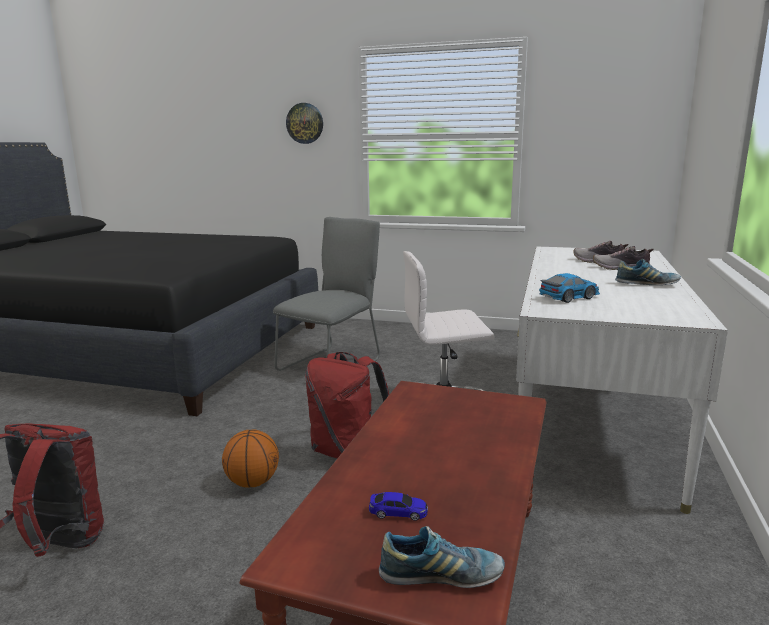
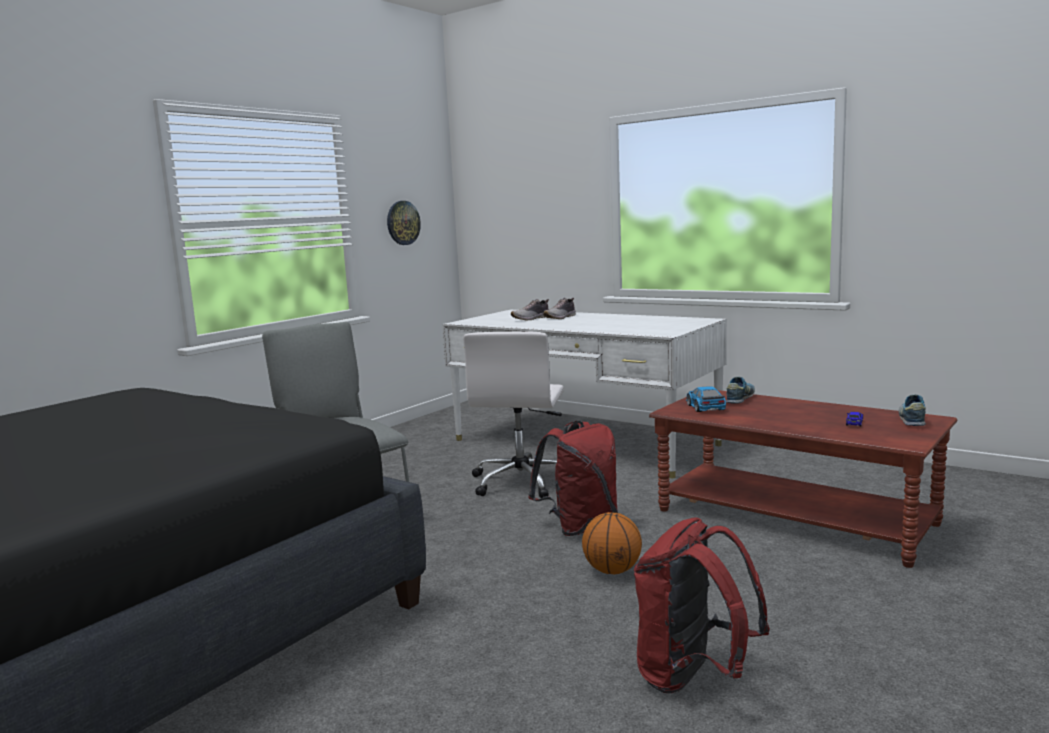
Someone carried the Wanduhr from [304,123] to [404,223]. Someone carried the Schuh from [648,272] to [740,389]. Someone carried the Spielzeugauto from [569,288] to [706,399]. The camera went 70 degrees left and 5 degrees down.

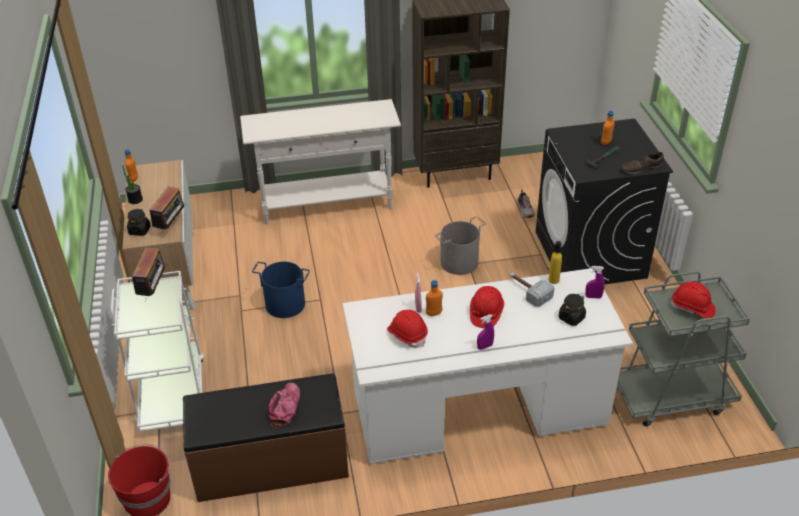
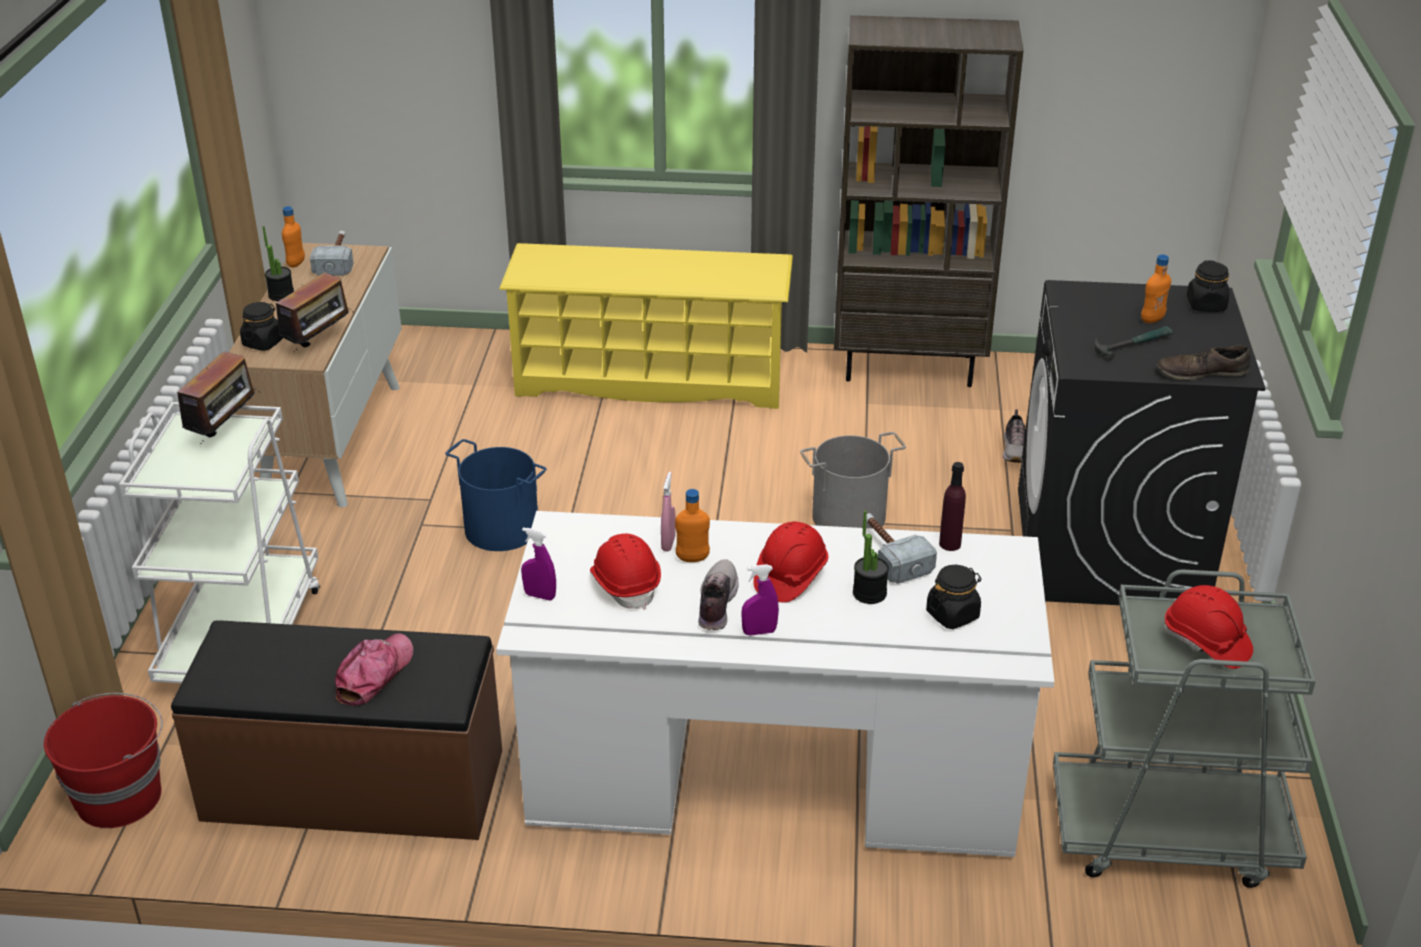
Someone swapped the Konsolentisch [weiß] at [320,161] for the Schuhregal [gelb] at [646,326]. Someone repainted the Flasche [gelb] at [555,262], which became the Flasche [lila] at [952,506]. Someone carried the Sprühflasche [lila] from [595,282] to [538,563]. Someone put down the Hammer at [331,253]. Someone put down the Vorratsglas [schwarz] at [1208,286]. Someone put down the Topfpflanze at [871,557]. Someone put down the Schuh at [718,594]. The camera went 15 degrees right and 5 degrees down.

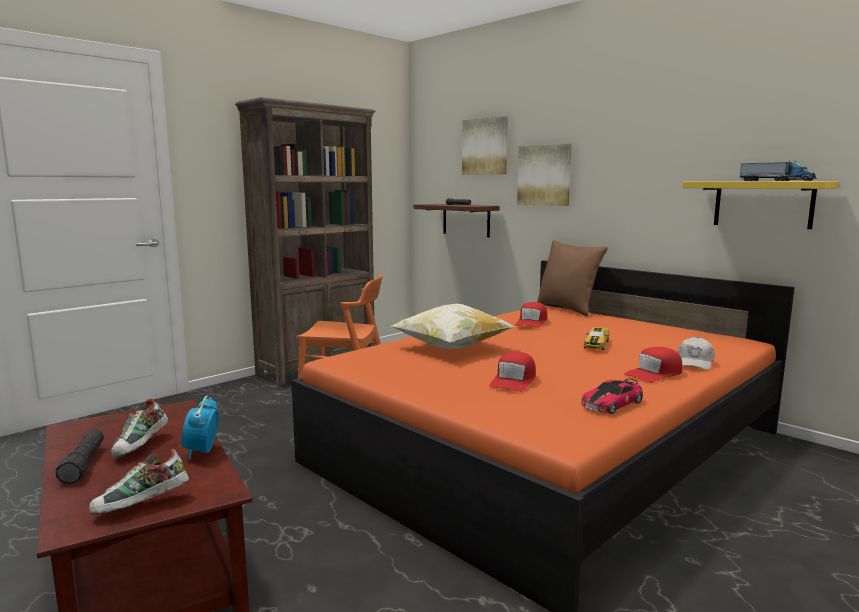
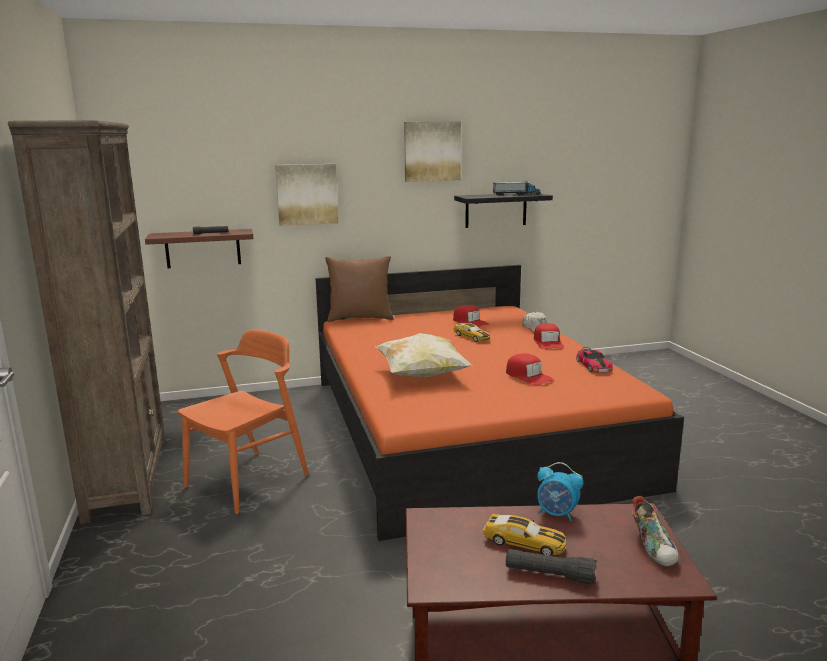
Someone carried the Bild from [485,145] to [432,151]. Someone repainted the Wandregal [gelb] at [761,205], which became the Wandregal [schwarz] at [503,210]. Someone carried the Kappe [rot] from [531,315] to [471,316]. Someone swapped the Schuh at [140,428] for the Spielzeugauto at [524,535]. The camera went 60 degrees left and 5 degrees up.

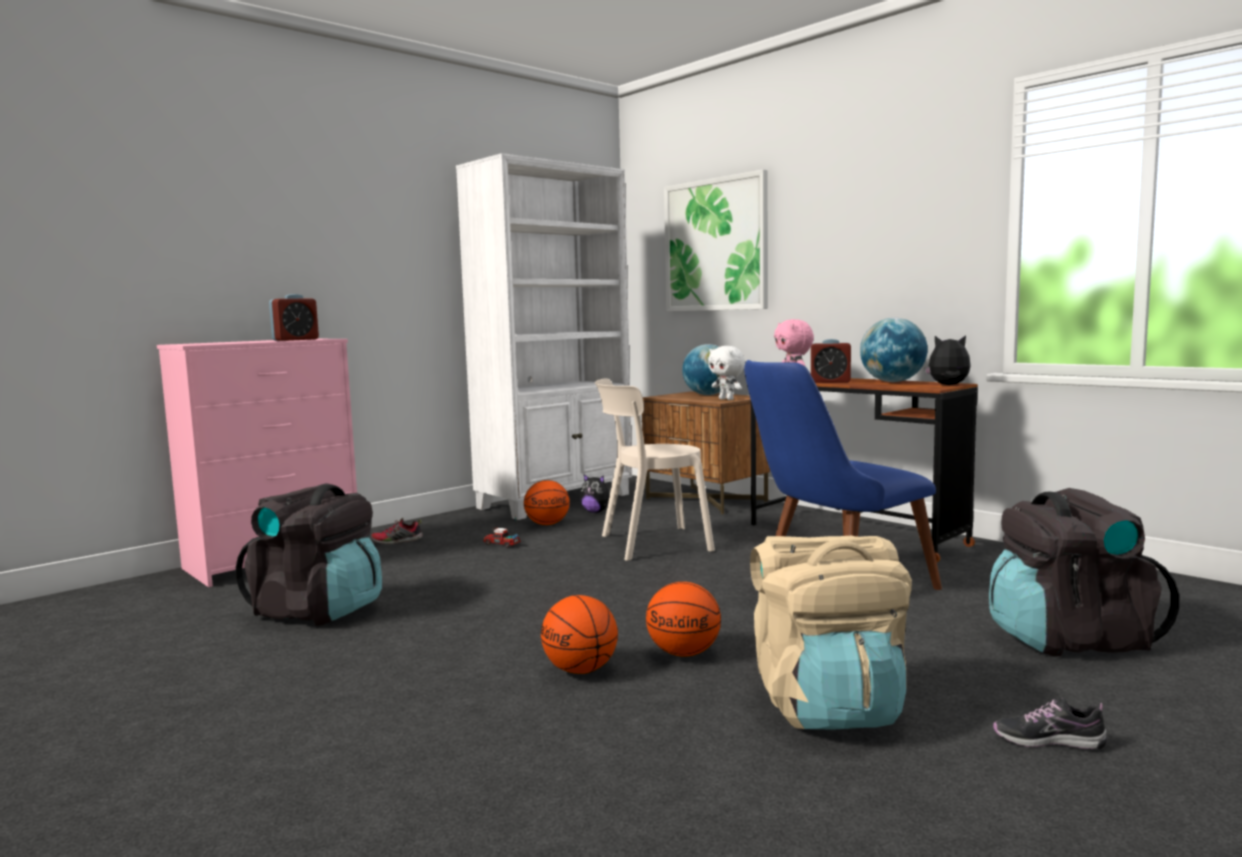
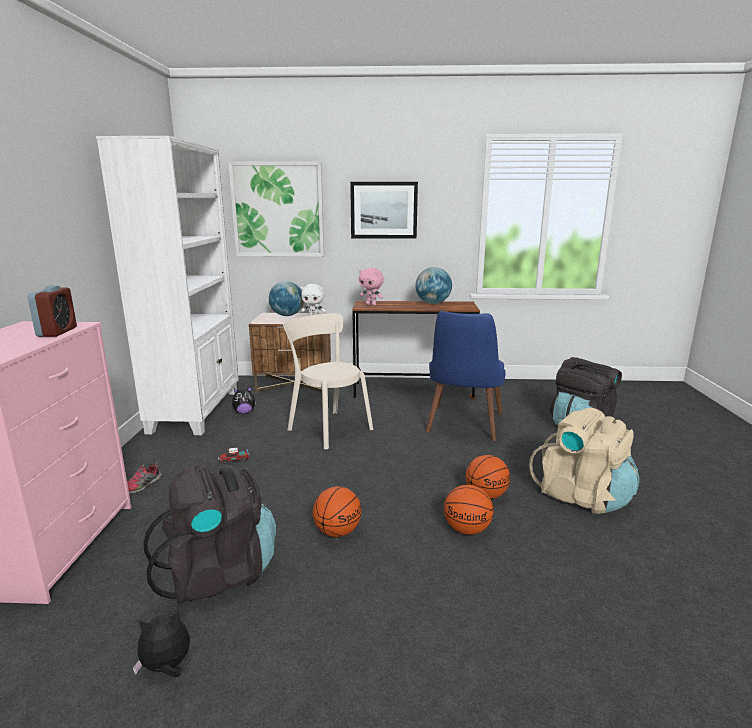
Someone carried the Plüschtier from [948,360] to [161,643]. Someone took away the Wecker at [831,361]. Someone rotated the Stuhl [beige] at [655,469] by 105 degrees clockwise. Someone carried the Basketball from [547,502] to [337,512]. Someone took away the Schuh at [1050,723]. Someone put up the Bild at [384,210]. The camera went 45 degrees left and 10 degrees up.

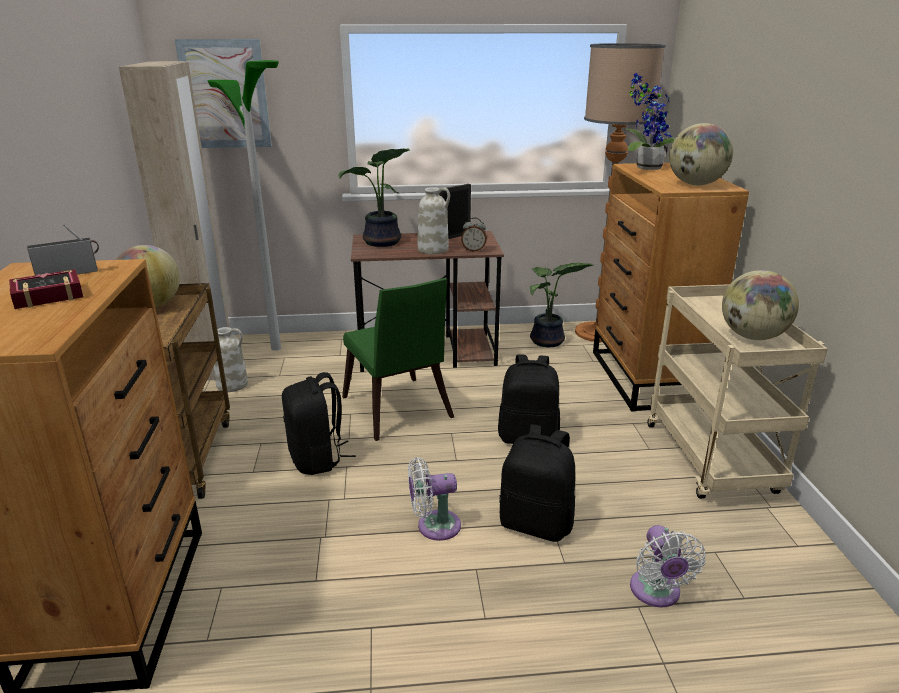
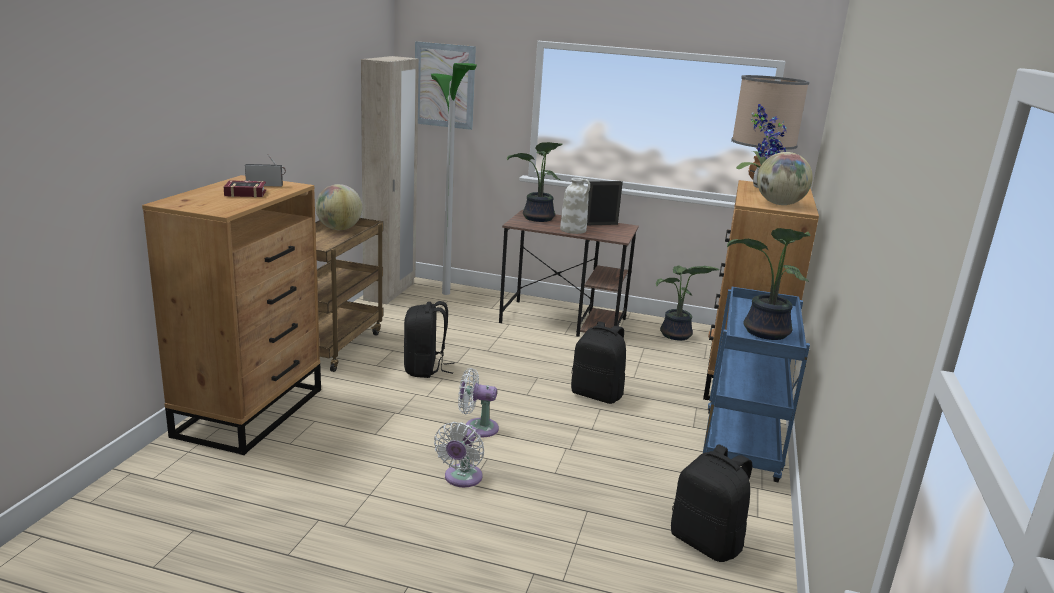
Someone took away the Wecker at [474,234]. Someone swapped the Globus at [760,305] for the Topfpflanze at [769,284]. Someone took away the Stuhl [grün] at [398,359]. Someone repainted the Rollwagen [beige] at [737,391], which became the Rollwagen [blau] at [756,384]. Someone took away the Vase [weiß] at [230,359]. Someone carried the Rucksack [schwarz] from [537,483] to [711,503]. Someone carried the Ventilator [weiß] from [668,566] to [459,454]. The camera went 20 degrees right and 5 degrees down.

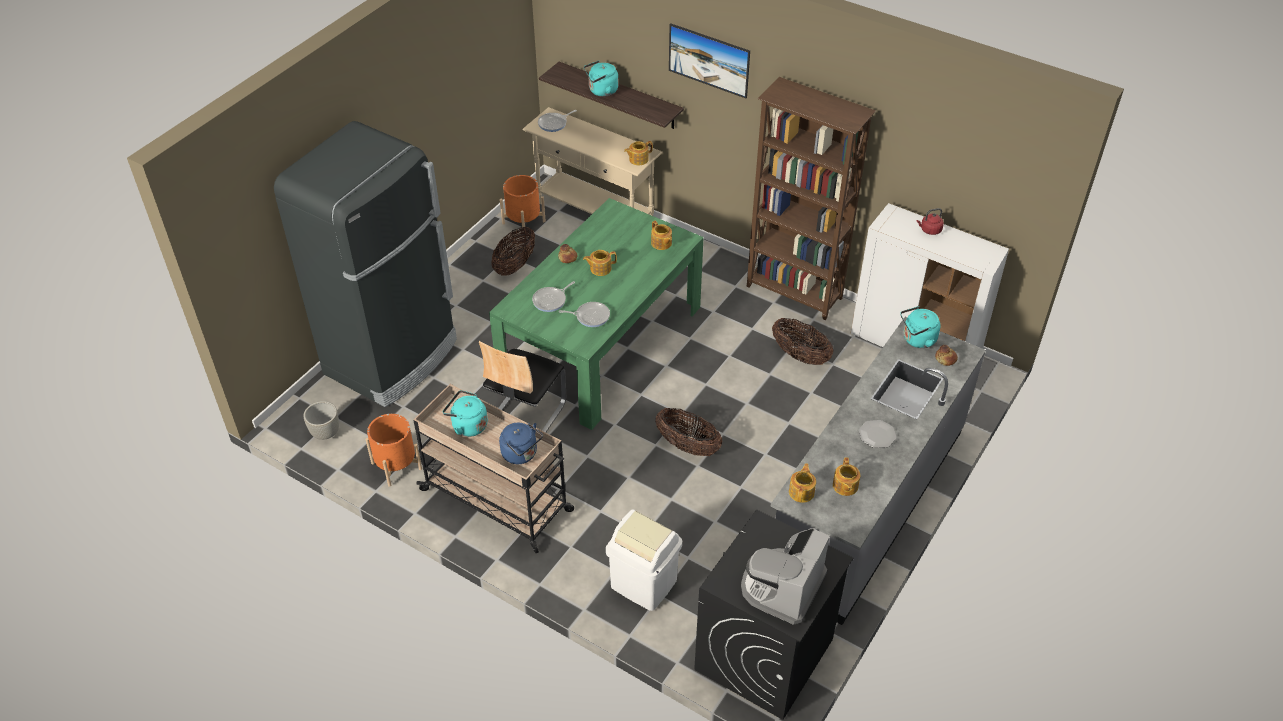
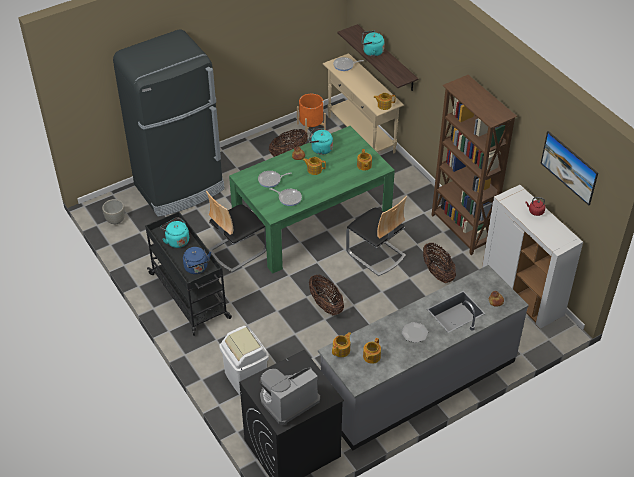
Someone carried the Bild from [709,60] to [569,168]. Someone carried the Wasserkessel [türkis] from [920,327] to [320,141]. Someone repainted the Rollwagen [beige] at [493,468], which became the Rollwagen [schwarz] at [188,274]. Someone took away the Pflanzkübel [orange] at [393,450]. Someone put down the Stuhl at [376,236]. The camera went 25 degrees right and 0 degrees up.

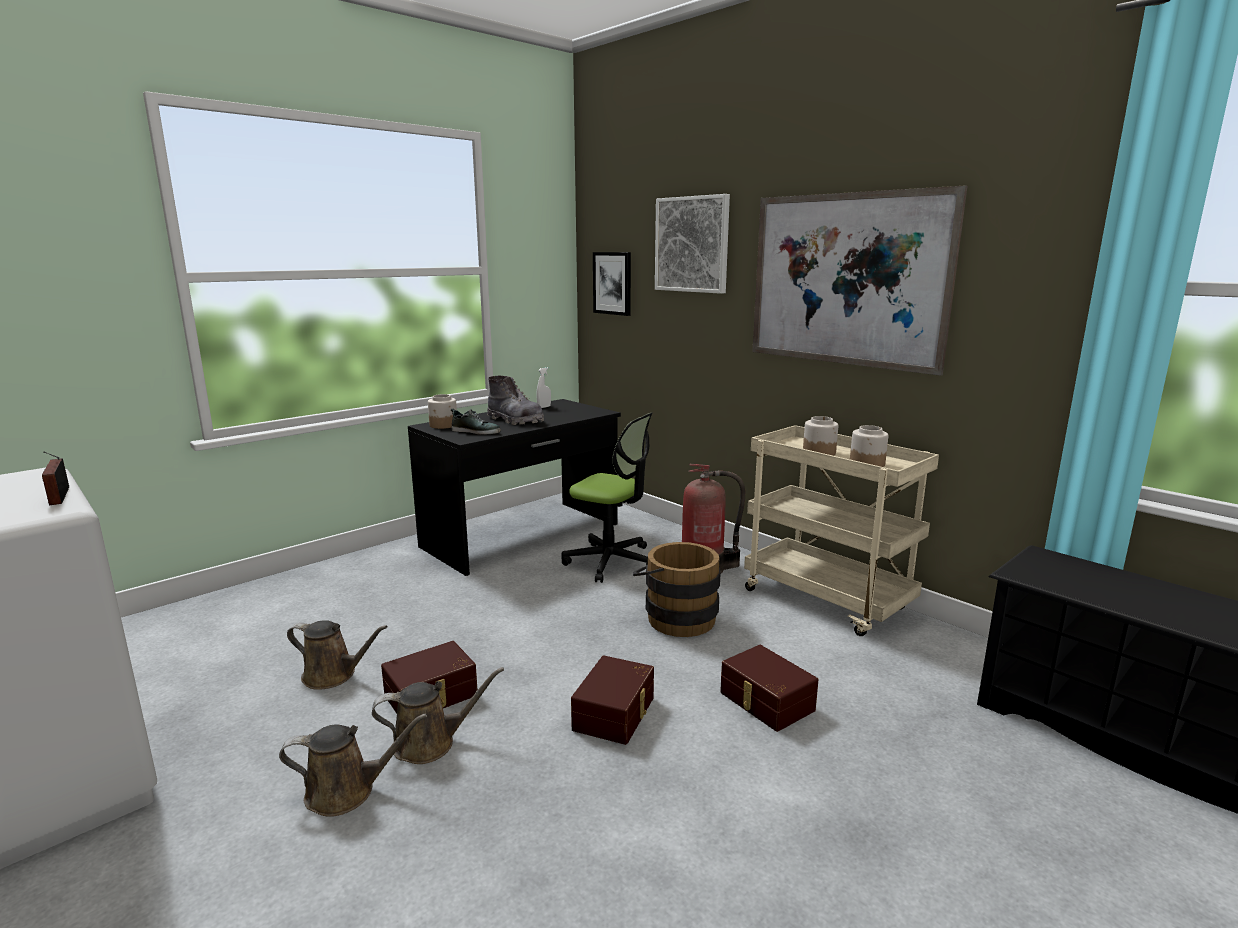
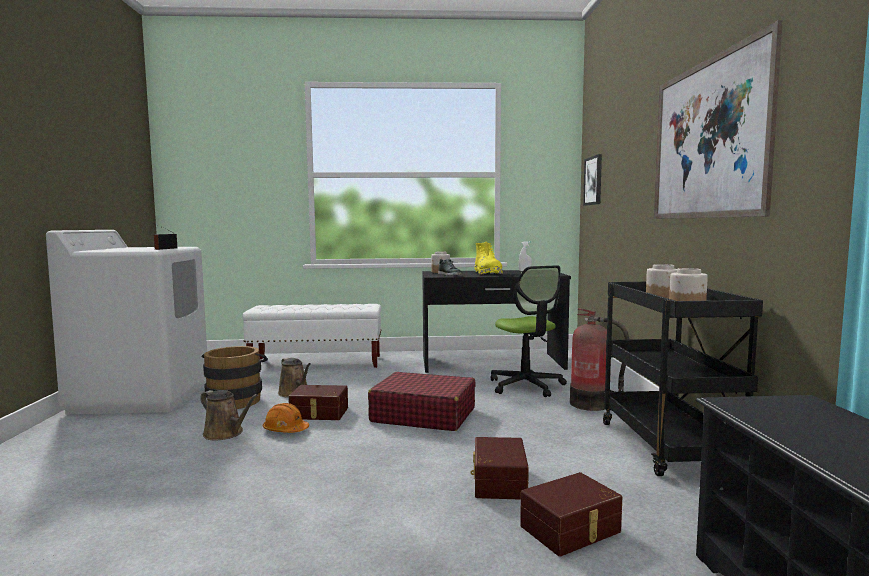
Someone took away the Bild at [692,244]. Someone repainted the Stiefel [grau] at [515,400], which became the Stiefel [gelb] at [489,258]. Someone repainted the Rollwagen [beige] at [841,530], which became the Rollwagen [schwarz] at [683,379]. Someone carried the Eimer [braun] from [677,589] to [235,377]. Someone carried the Aufbewahrungsbox [braun] from [612,700] to [571,514]. Someone swapped the Gießkanne [braun] at [438,715] for the Schutzhelm [orange] at [286,418]. Someone put down the Bank [weiß] at [312,336]. Someone put down the Koffer [rot] at [422,401]. The camera went 40 degrees right and 10 degrees down.

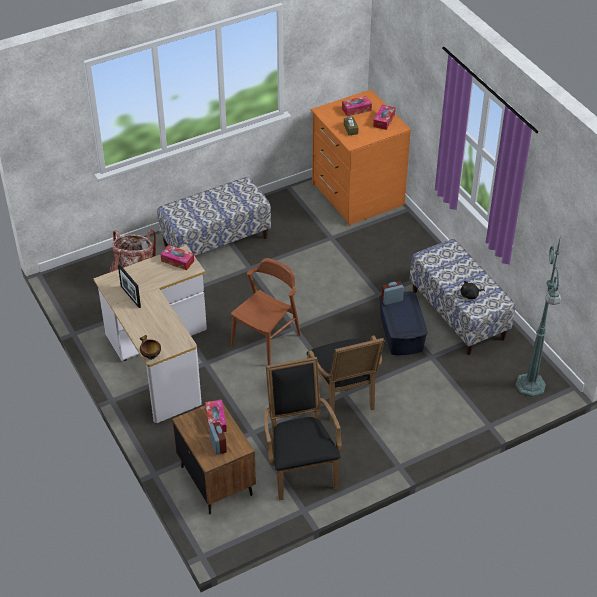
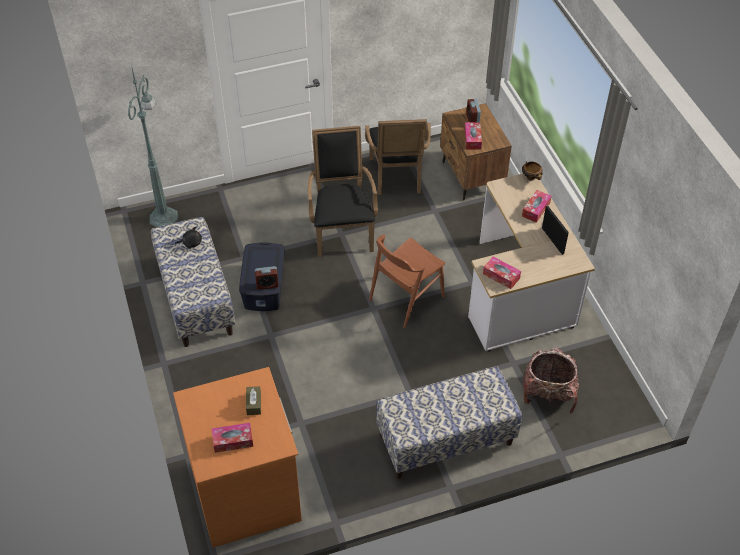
Someone carried the Taschentuchbox from [384,117] to [536,206]. The camera went 170 degrees left and 5 degrees up.

